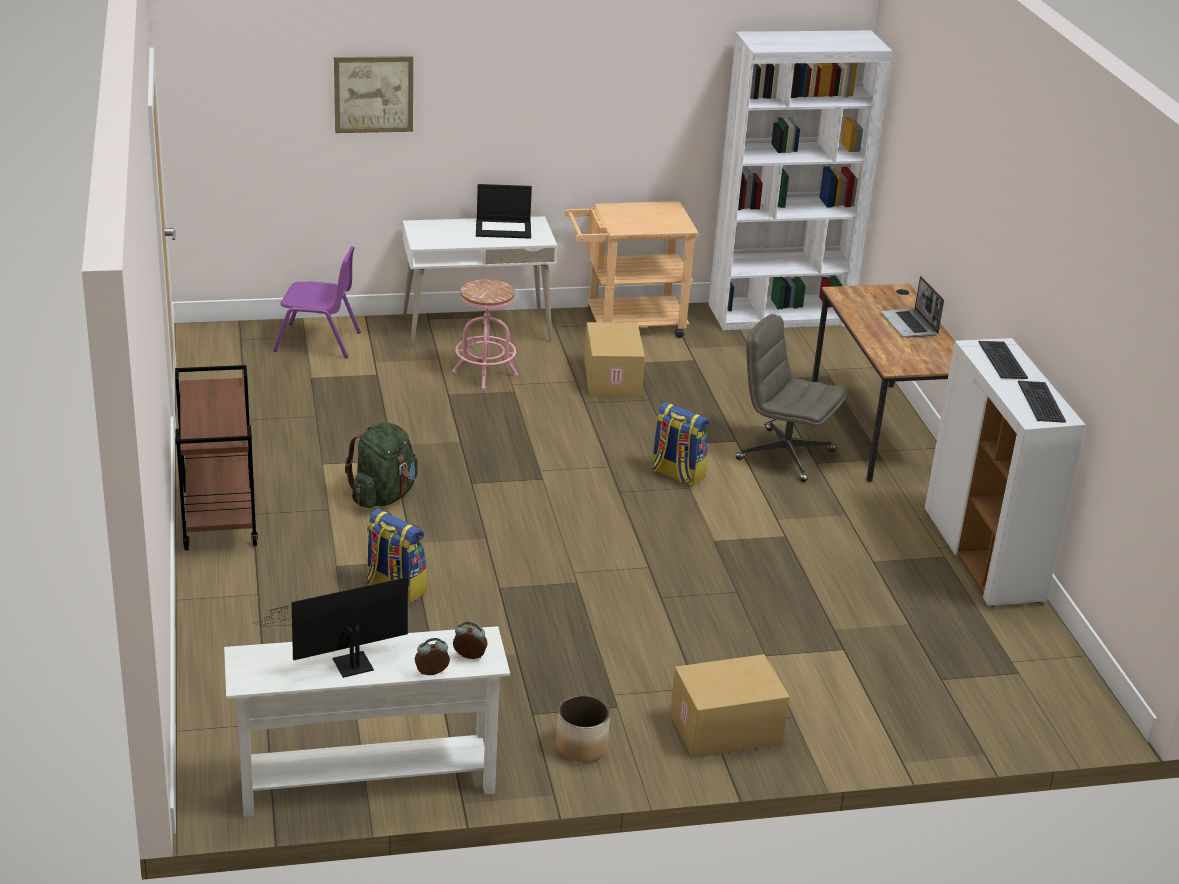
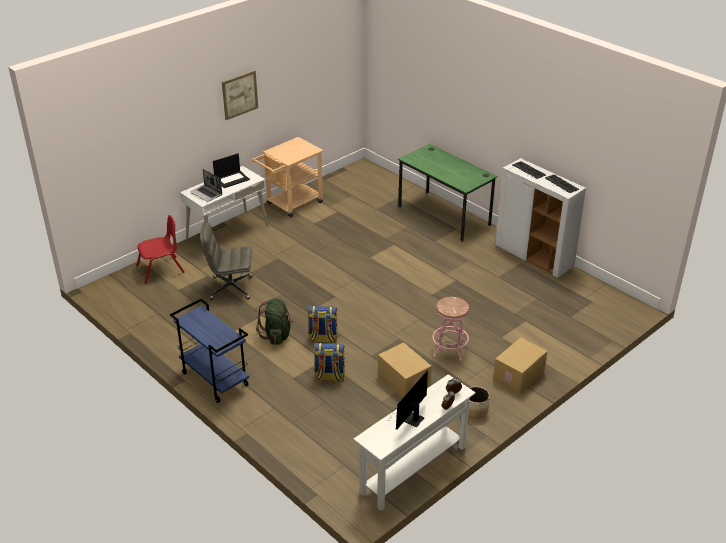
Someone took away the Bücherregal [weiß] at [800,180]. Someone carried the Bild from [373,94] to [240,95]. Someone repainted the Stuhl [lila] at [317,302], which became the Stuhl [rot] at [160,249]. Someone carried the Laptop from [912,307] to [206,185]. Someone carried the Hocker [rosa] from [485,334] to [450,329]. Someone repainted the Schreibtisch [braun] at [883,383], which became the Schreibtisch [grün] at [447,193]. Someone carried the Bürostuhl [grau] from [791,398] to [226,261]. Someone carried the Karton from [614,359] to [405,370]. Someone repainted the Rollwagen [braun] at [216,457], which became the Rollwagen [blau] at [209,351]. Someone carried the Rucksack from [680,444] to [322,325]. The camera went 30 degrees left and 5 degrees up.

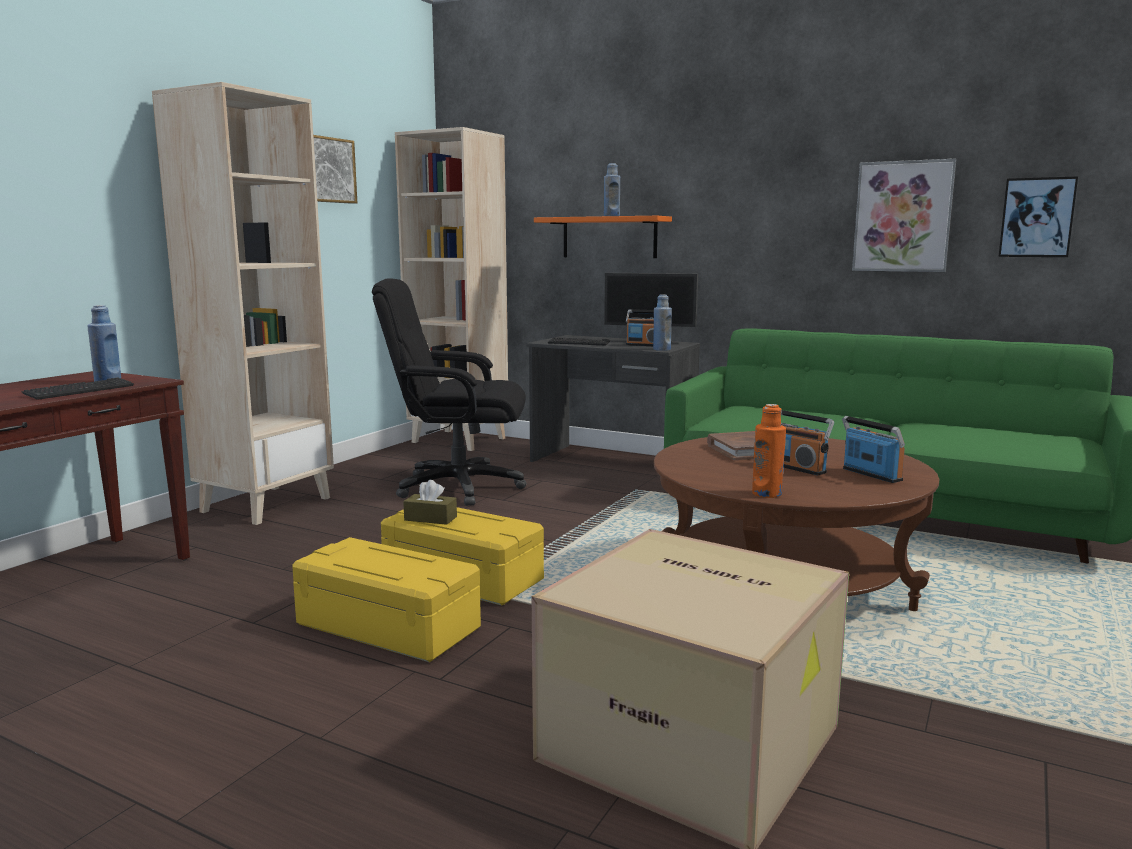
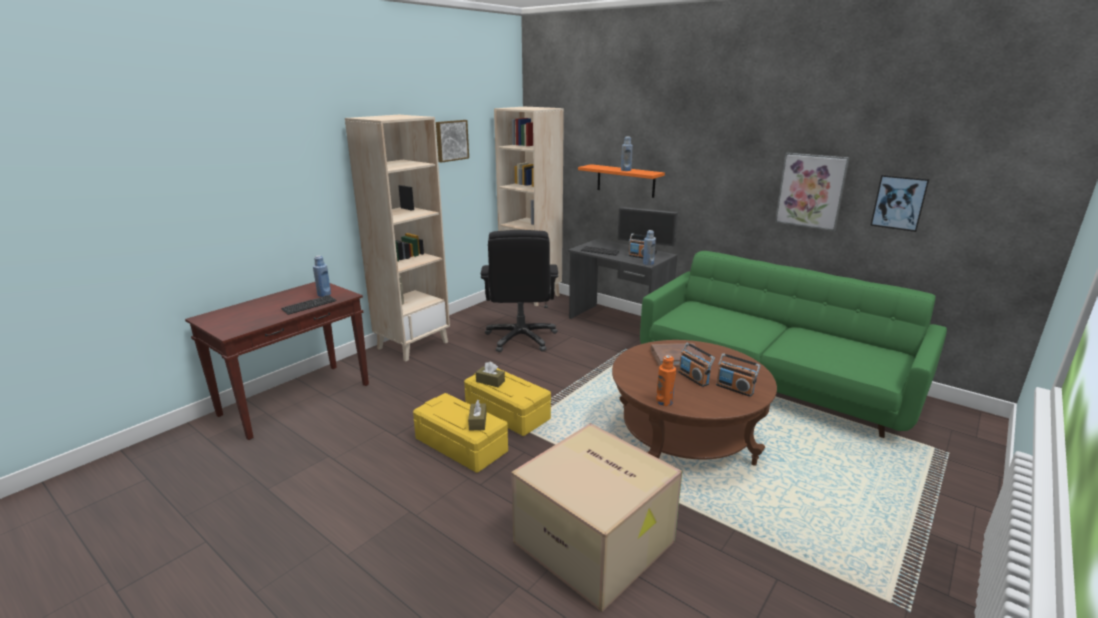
Someone rotated the Bürostuhl [schwarz] at [449,392] by 105 degrees counterclockwise. Someone rotated the Radio at [873,449] by 150 degrees clockwise. Someone put down the Taschentuchbox [braun] at [477,415]. The camera went 10 degrees right and 10 degrees up.

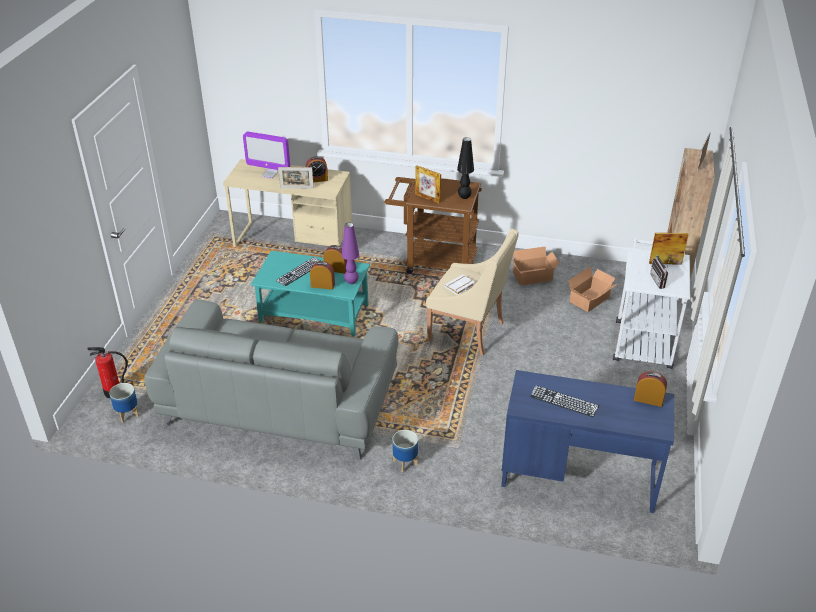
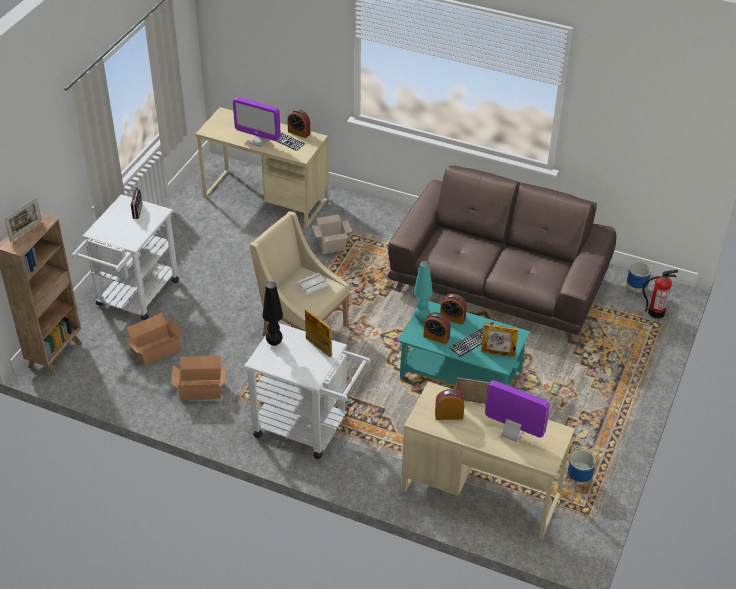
Someone repainted the Rollwagen [braun] at [433,225], which became the Rollwagen [weiß] at [307,391]. Someone repainted the Tischlampe [lila] at [350,253], which became the Tischlampe [türkis] at [423,291]. Someone carried the Bilderrahmen from [669,248] to [499,340]. Someone repainted the Sofa [grau] at [271,380], which became the Sofa [braun] at [502,254]. Someone repainted the Schreibtisch [blau] at [587,441], which became the Schreibtisch [beige] at [262,167]. Someone carried the Wecker from [650,389] to [298,123]. Someone carried the Pflanzkübel from [405,451] to [581,470]. Someone put down the Monitor at [257,122]. Someone put down the Karton at [332,234]. The camera went 170 degrees left and 5 degrees up.

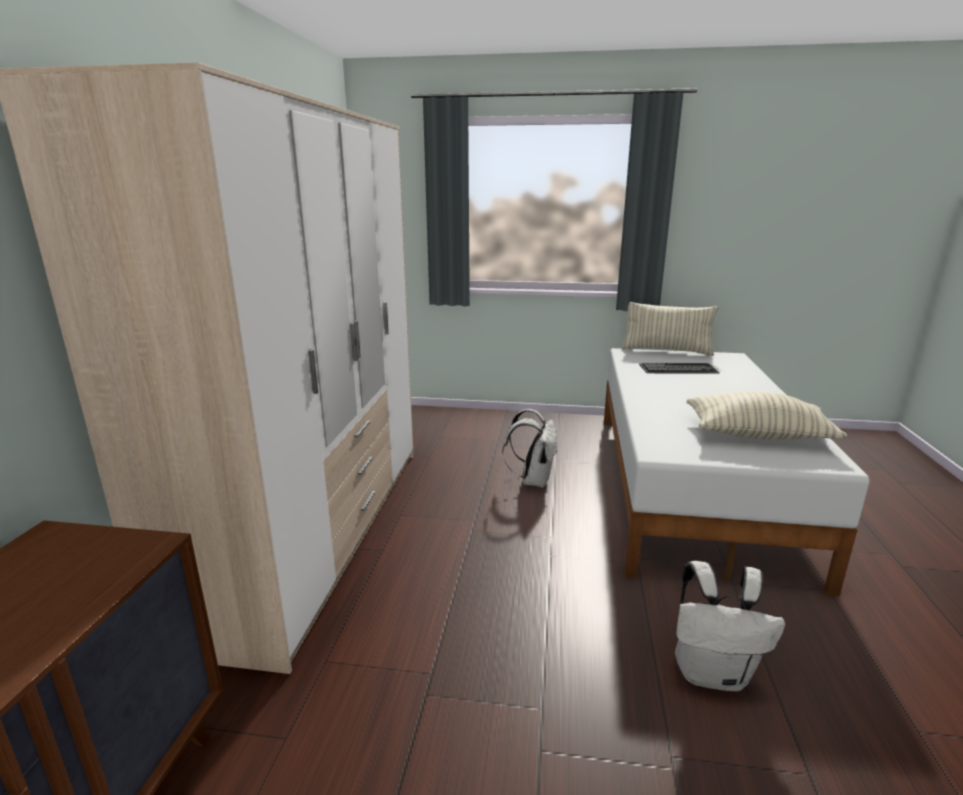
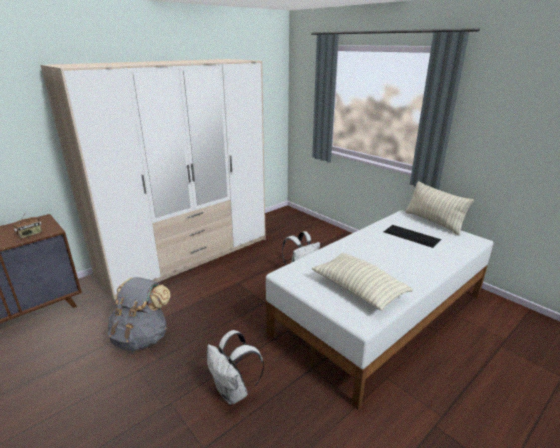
Someone put down the Radio at [27,224]. Someone put down the Rucksack [grau] at [139,314]. The camera went 40 degrees right and 5 degrees up.

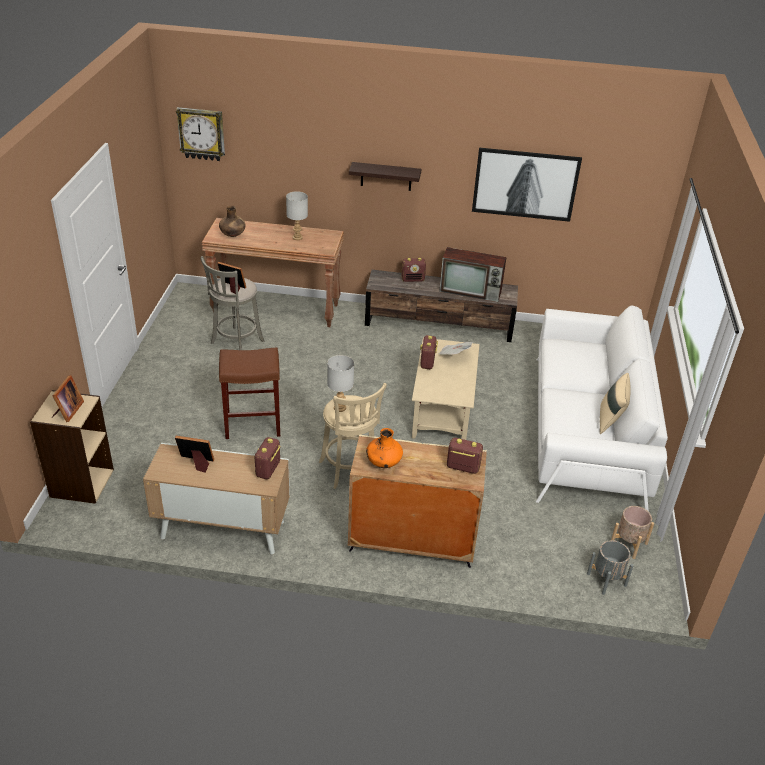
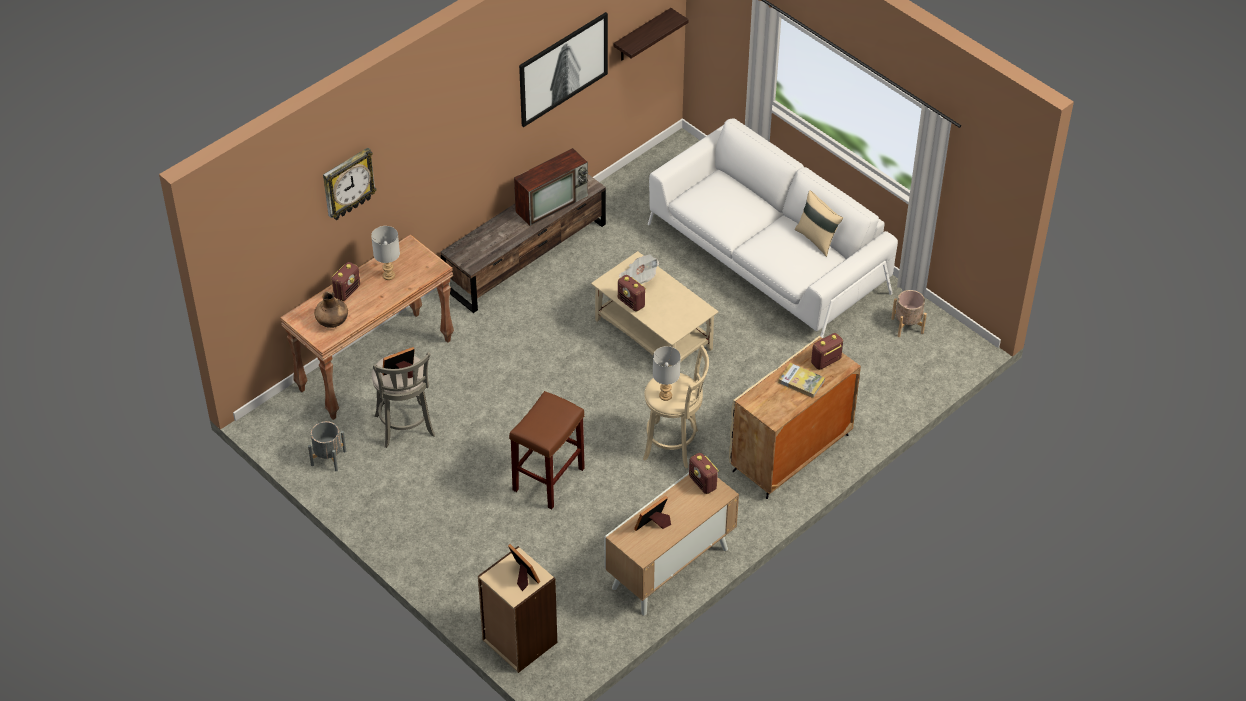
Someone carried the Wanduhr from [200,134] to [350,183]. Someone carried the Wandregal from [385,176] to [651,34]. Someone carried the Radio from [413,270] to [346,281]. Someone took away the Vase [orange] at [384,448]. Someone carried the Pflanzkübel [grau] from [610,567] to [327,446]. Someone put down the Buch at [801,380]. The camera went 50 degrees left and 10 degrees up.

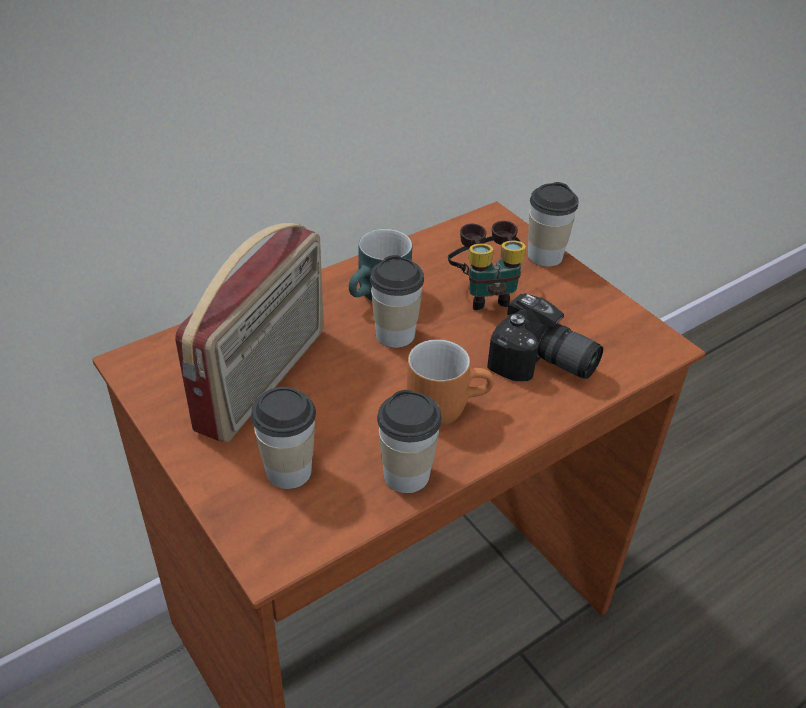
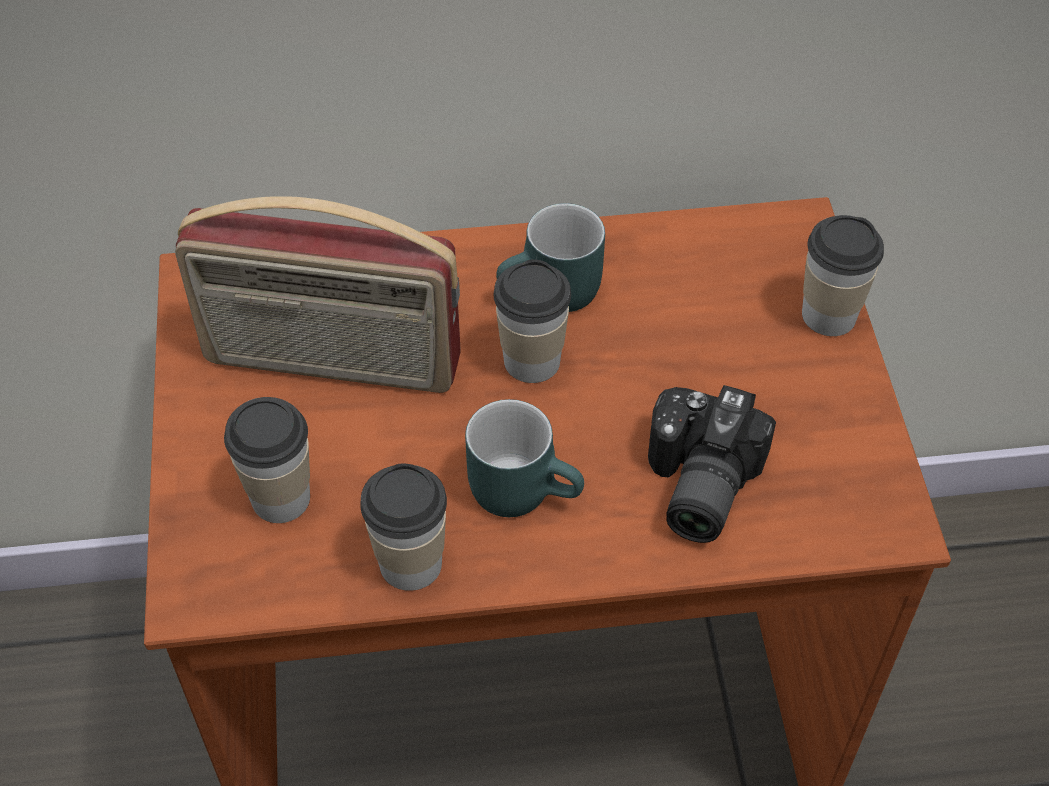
Someone took away the Fernglas at [487,265]. Someone rotated the Radio at [249,333] by 45 degrees clockwise. Someone rotated the Kamera at [545,337] by 45 degrees clockwise. Someone repainted the Henkelbecher [orange] at [450,382], which became the Henkelbecher [türkis] at [524,458]. The camera went 30 degrees right and 10 degrees up.

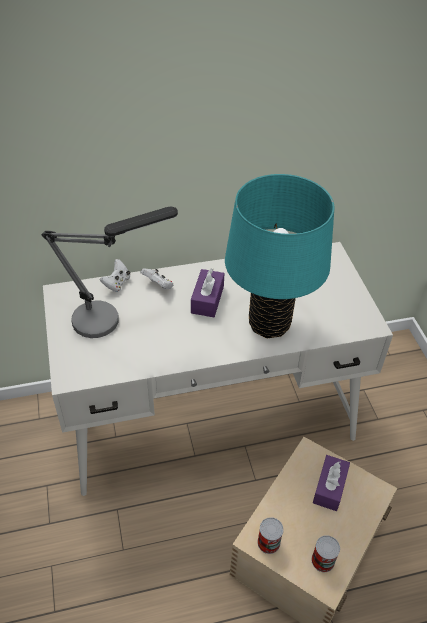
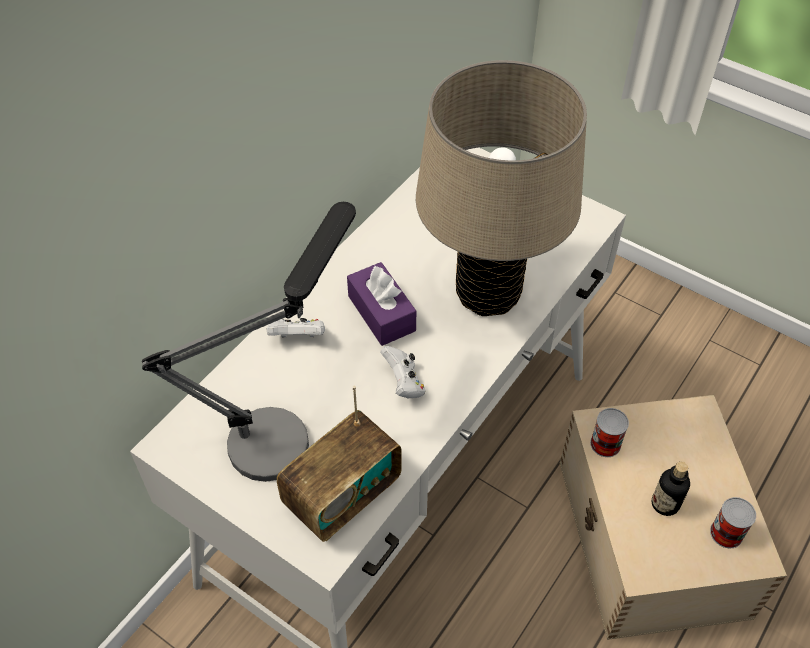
Someone repainted the Tischlampe [türkis] at [279,256], which became the Tischlampe [beige] at [501,188]. Someone carried the Gamepad [weiß] from [115,275] to [403,372]. Someone took away the Taschentuchbox [lila] at [331,483]. Someone carried the Dose from [270,535] to [609,432]. Someone put down the Radio at [339,464]. Someone put down the Flasche at [671,489]. The camera went 40 degrees left and 5 degrees up.

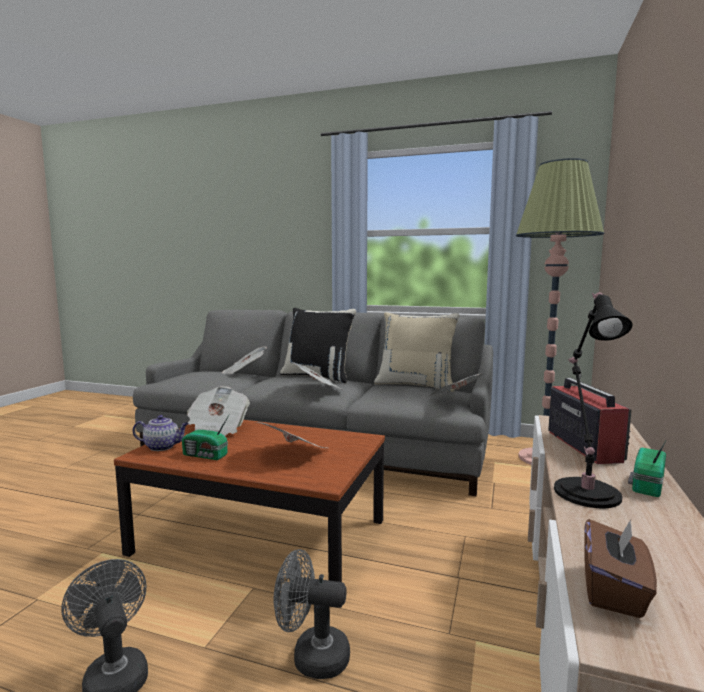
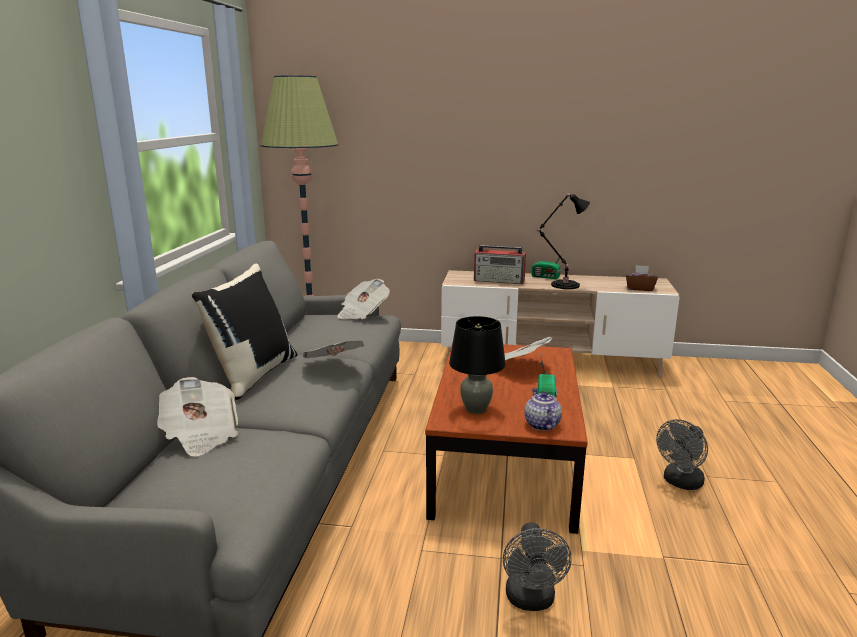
Someone took away the Kissen [beige] at [417,352]. Someone rotated the Radio at [590,419] by 150 degrees counterclockwise. Someone swapped the Zeitung at [218,411] for the Tischlampe [schwarz] at [477,365]. Someone carried the Ventilator [grau] from [311,614] to [537,566]. The camera went 100 degrees left and 10 degrees up.

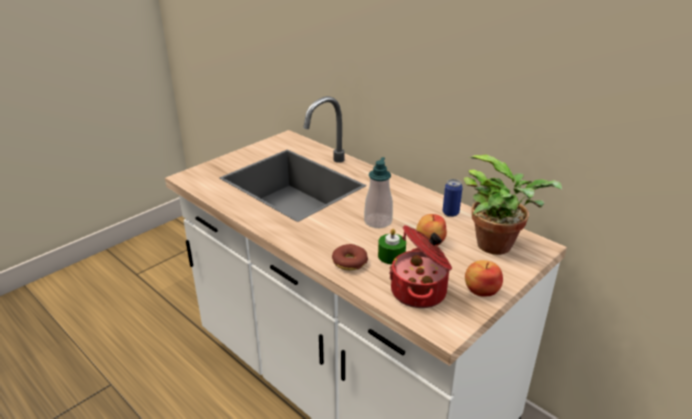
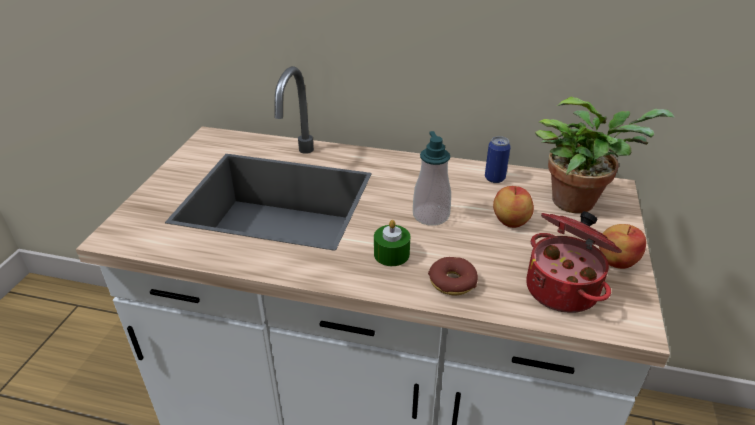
Someone carried the Kerze [grün] from [392,246] to [392,243]. The camera went 30 degrees left and 5 degrees up.

